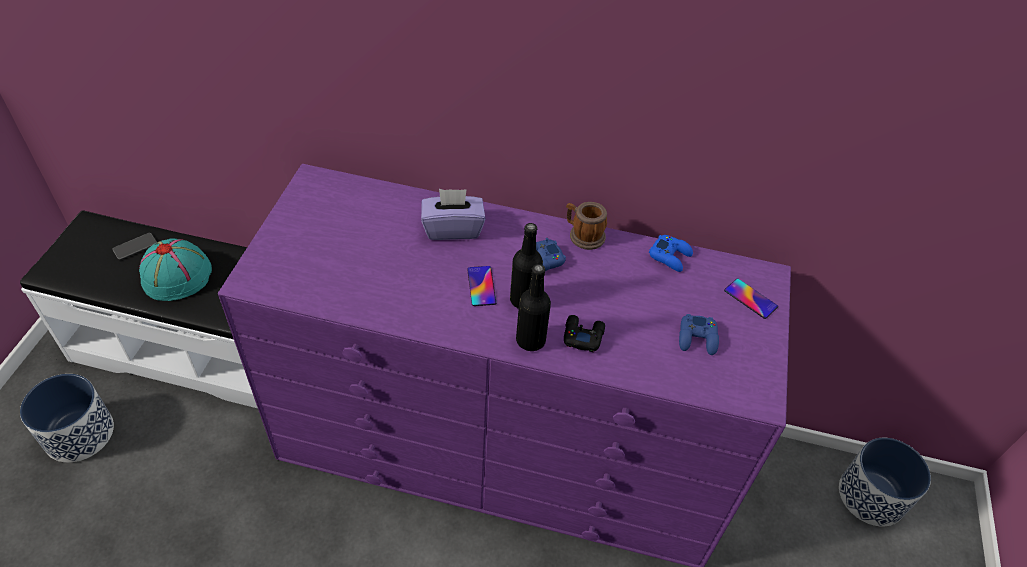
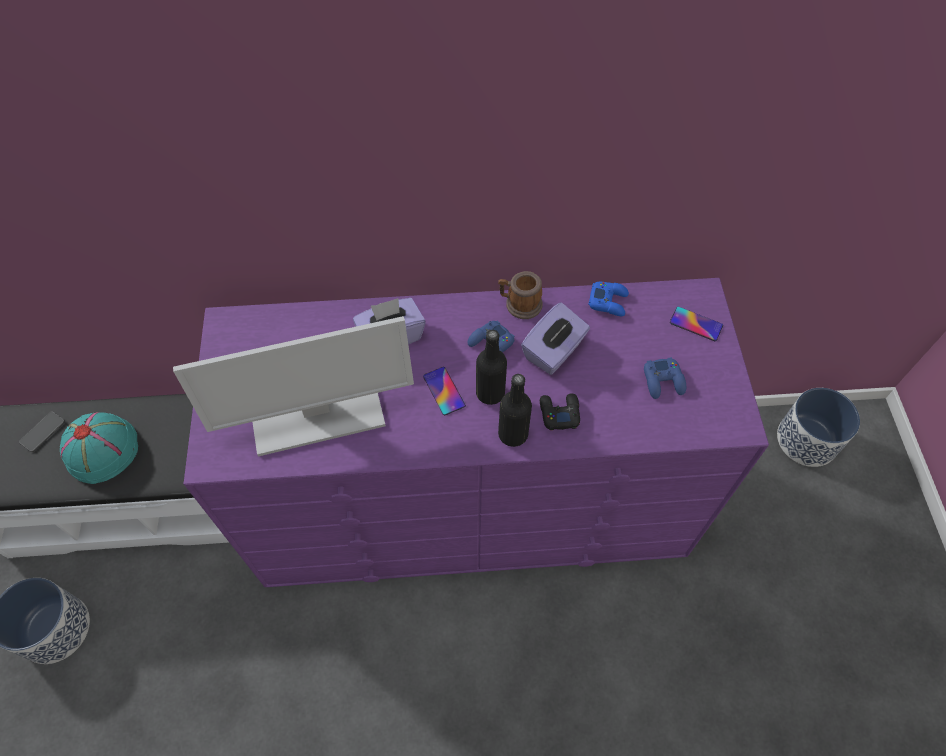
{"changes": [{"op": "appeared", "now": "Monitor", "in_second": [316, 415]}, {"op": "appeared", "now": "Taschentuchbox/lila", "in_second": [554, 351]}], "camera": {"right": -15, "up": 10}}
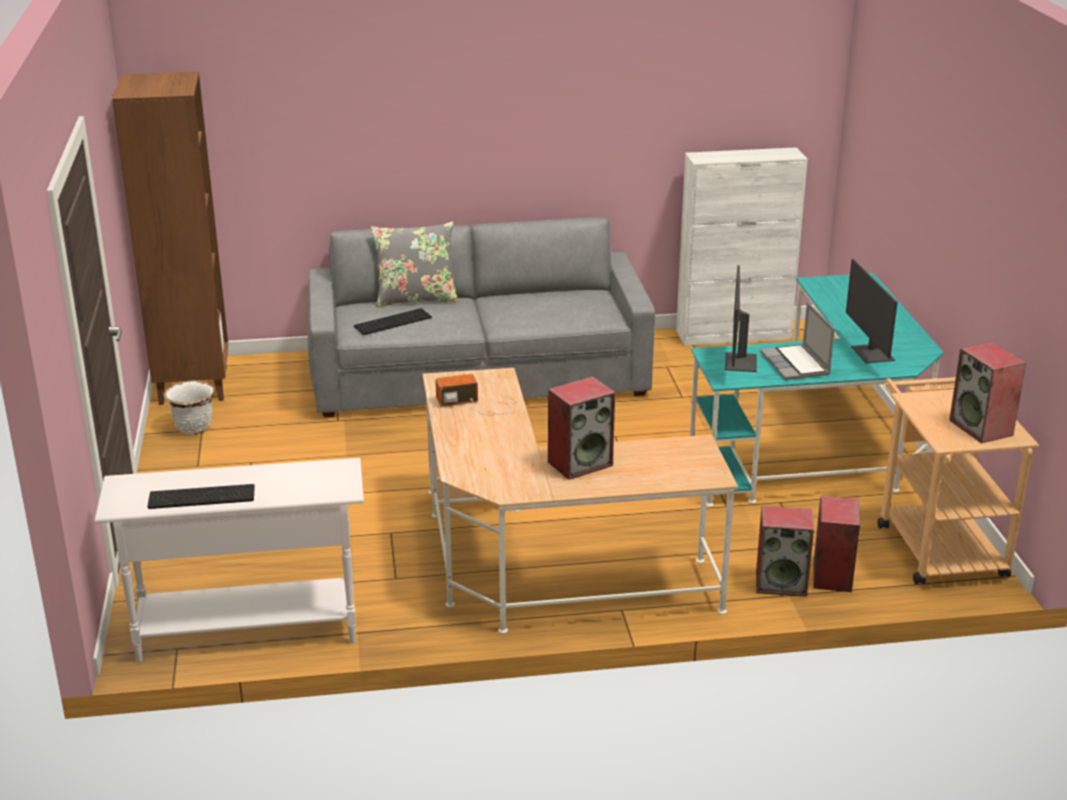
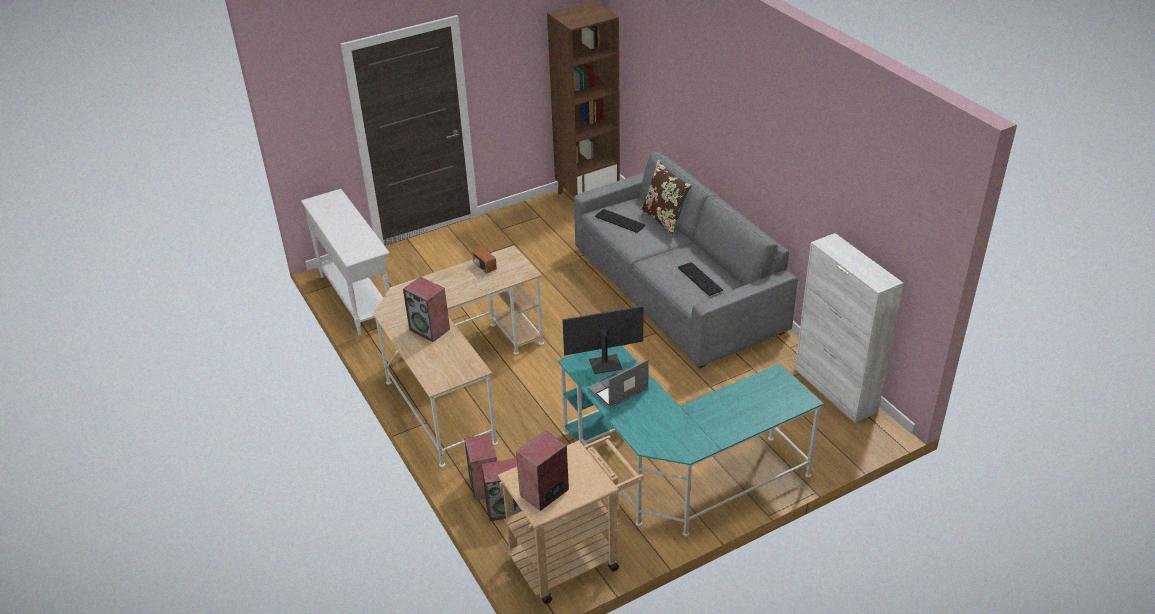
{"changes": [{"op": "missing", "was": "Pflanzkübel/weiß", "in_first": [193, 427]}, {"op": "missing", "was": "Monitor", "in_first": [871, 354]}, {"op": "relocated", "was": "Tastatur", "in_first": [200, 498], "in_second": [698, 279]}, {"op": "colour", "was": "Kissen/grau", "now": "Kissen/braun", "in_first": [416, 299], "in_second": [664, 219]}], "camera": {"right": 70, "up": 10}}
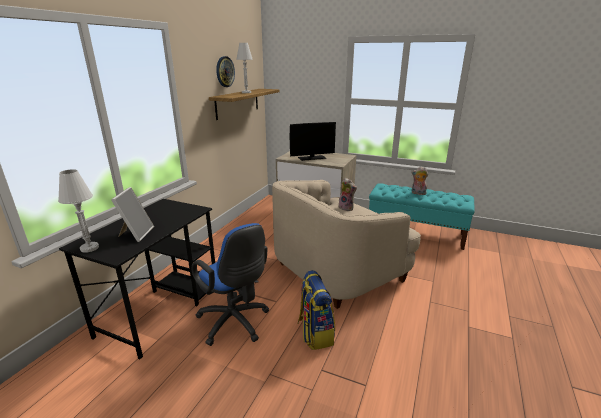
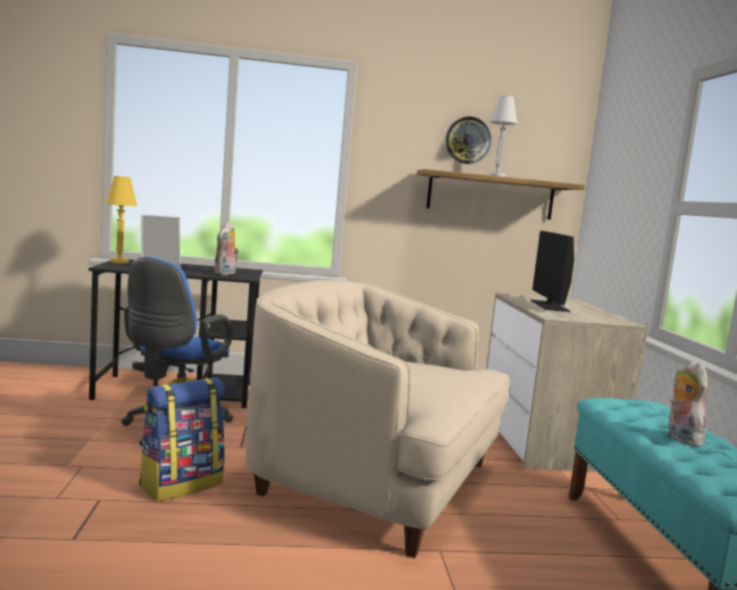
{"changes": [{"op": "relocated", "was": "Plüschtier", "in_first": [347, 208], "in_second": [225, 274]}, {"op": "colour", "was": "Tischlampe/weiß", "now": "Tischlampe/gelb", "in_first": [89, 248], "in_second": [119, 262]}, {"op": "spun", "was": "Monitor", "in_first": [312, 158], "in_second": [549, 306], "clockwise": 45}], "camera": {"right": 60, "up": -15}}
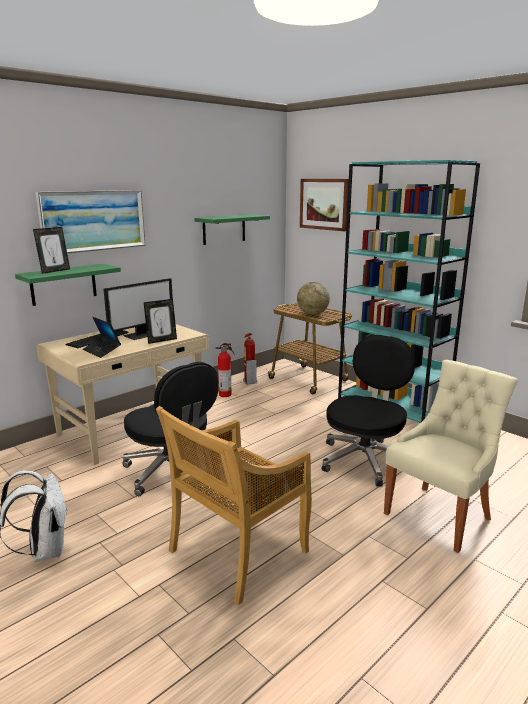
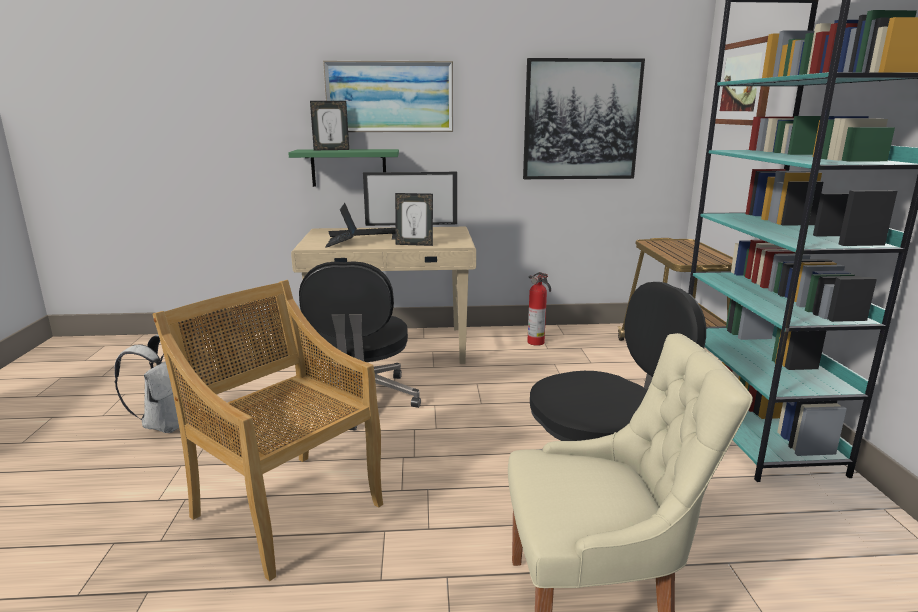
{"changes": [{"op": "missing", "was": "Feuerlöscher", "in_first": [249, 382]}, {"op": "missing", "was": "Globus", "in_first": [312, 314]}, {"op": "exchanged", "was": "Wandregal/grün", "now": "Bild", "in_first": [224, 229], "in_second": [581, 120]}, {"op": "spun", "was": "Stuhl/beige", "in_first": [237, 553], "in_second": [286, 509], "clockwise": 45}], "camera": {"right": 40, "up": 0}}
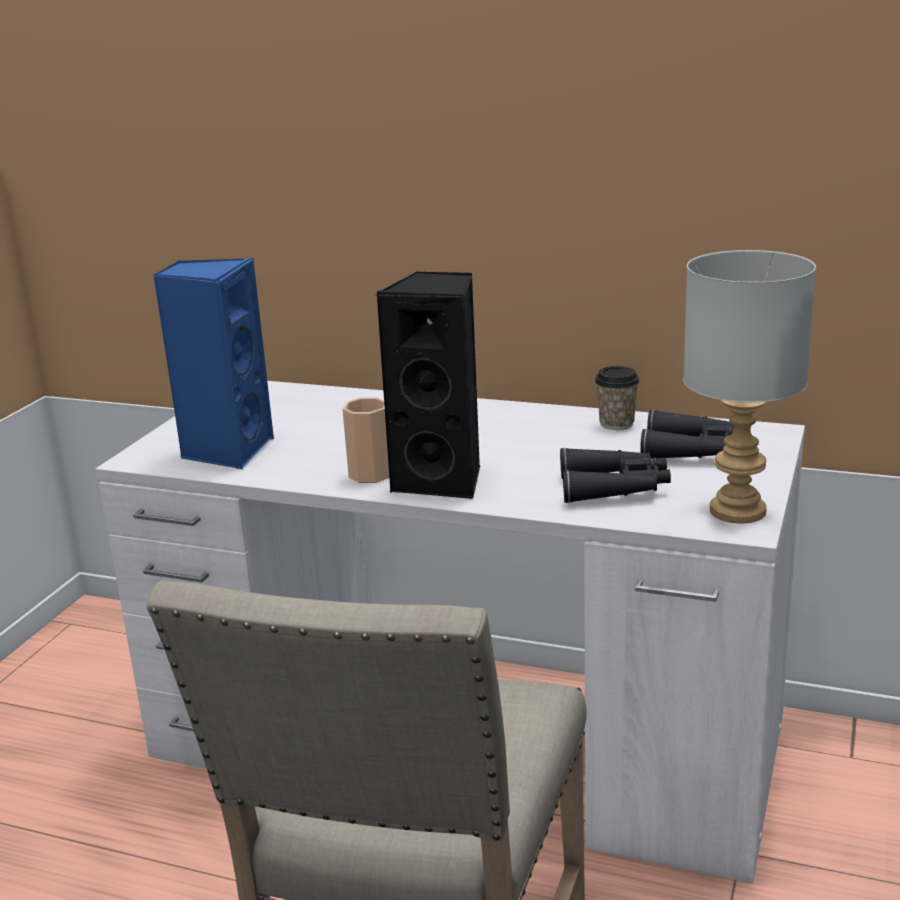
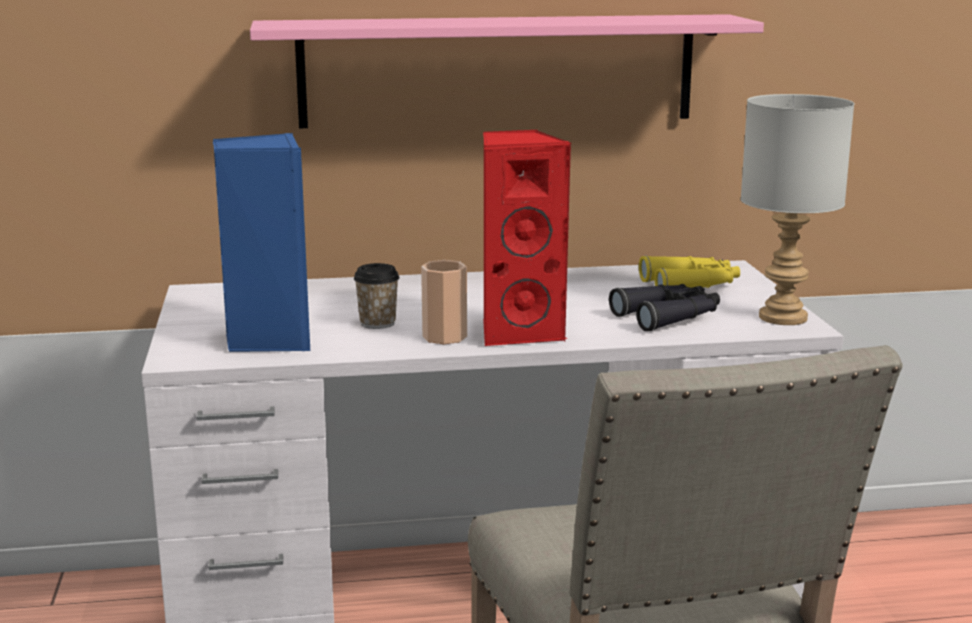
{"changes": [{"op": "appeared", "now": "Wandregal/rosa", "in_second": [498, 70]}, {"op": "relocated", "was": "Tasse", "in_first": [616, 424], "in_second": [377, 323]}, {"op": "colour", "was": "Lautsprecher/schwarz", "now": "Lautsprecher/rot", "in_first": [443, 480], "in_second": [518, 332]}, {"op": "colour", "was": "Fernglas/schwarz", "now": "Fernglas/gelb", "in_first": [694, 451], "in_second": [691, 285]}], "camera": {"right": -30, "up": -5}}
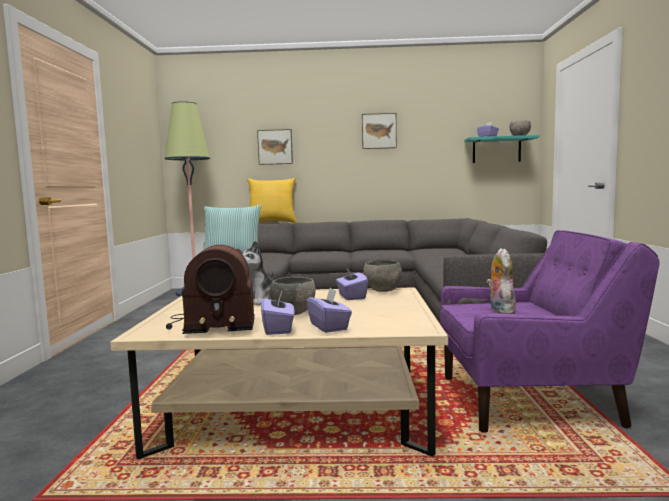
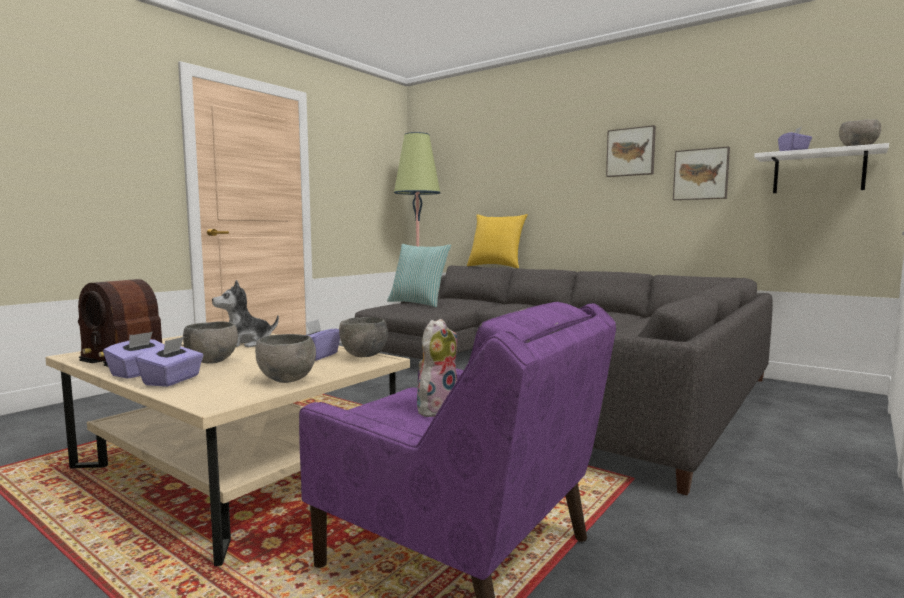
{"changes": [{"op": "appeared", "now": "Schüssel/grau", "in_second": [287, 380]}, {"op": "relocated", "was": "Bild", "in_first": [275, 147], "in_second": [701, 174]}, {"op": "colour", "was": "Wandregal/türkis", "now": "Wandregal/weiß", "in_first": [496, 150], "in_second": [818, 172]}], "camera": {"right": 35, "up": 0}}
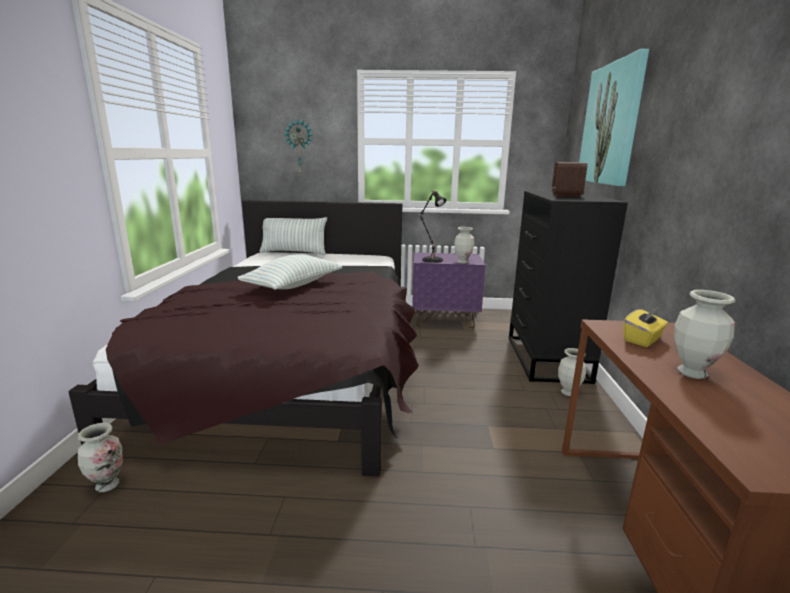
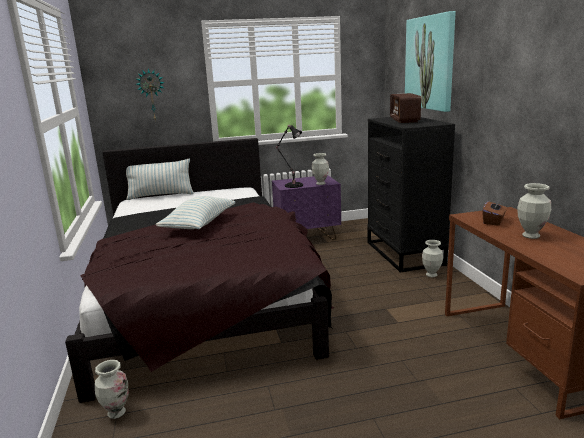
{"changes": [{"op": "colour", "was": "Taschentuchbox/gelb", "now": "Taschentuchbox/braun", "in_first": [642, 340], "in_second": [494, 221]}], "camera": {"right": -15, "up": 0}}
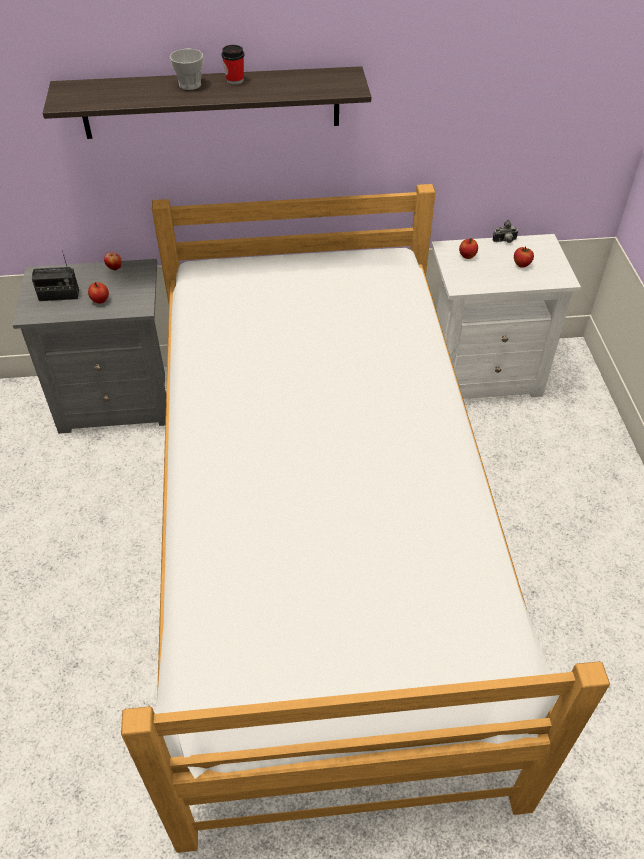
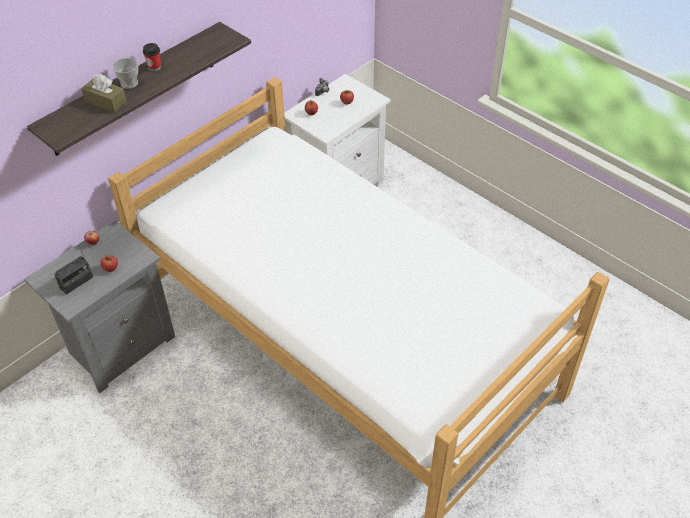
{"changes": [{"op": "appeared", "now": "Taschentuchbox/braun", "in_second": [105, 101]}], "camera": {"right": -40, "up": 0}}
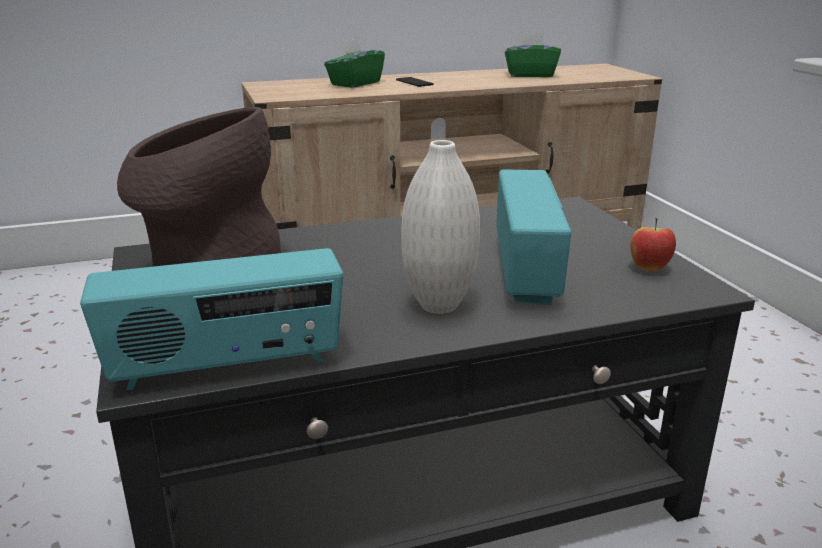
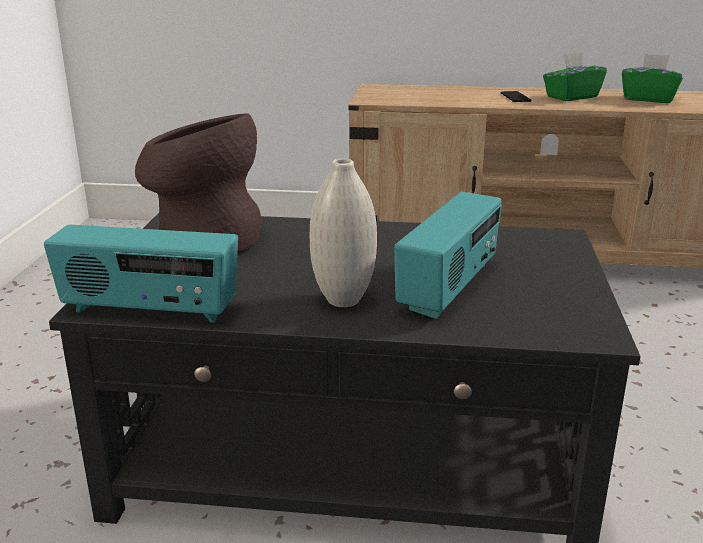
{"changes": [{"op": "missing", "was": "Apfel", "in_first": [649, 269]}, {"op": "relocated", "was": "Taschentuchbox/grün", "in_first": [355, 83], "in_second": [571, 97]}], "camera": {"right": 25, "up": 0}}
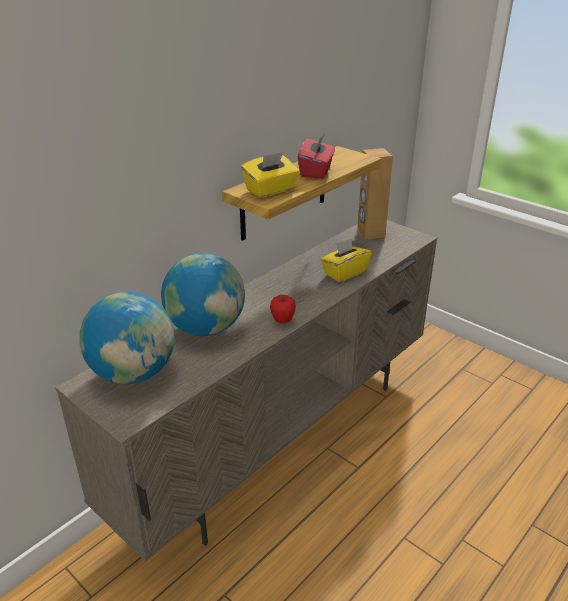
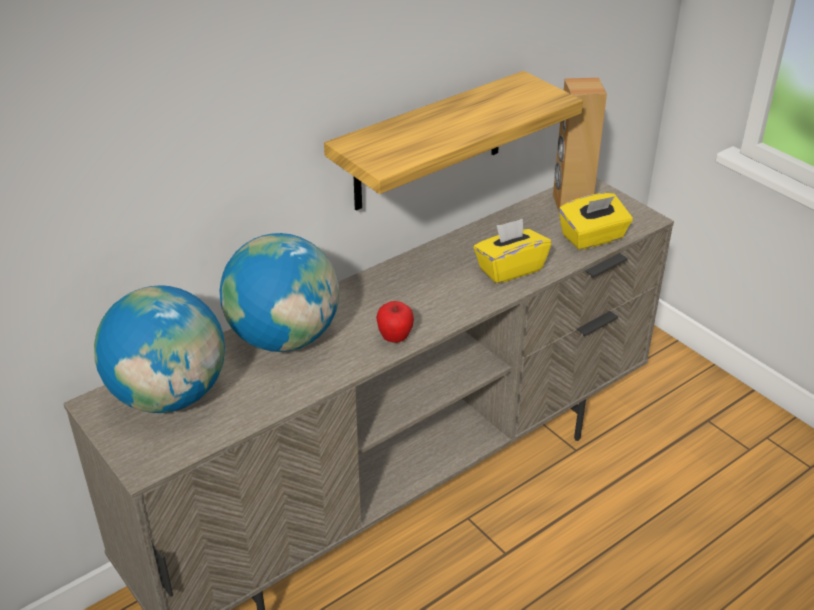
{"changes": [{"op": "missing", "was": "Taschentuchbox/rot", "in_first": [316, 171]}, {"op": "relocated", "was": "Taschentuchbox/gelb", "in_first": [271, 190], "in_second": [593, 238]}], "camera": {"right": 10, "up": 5}}
